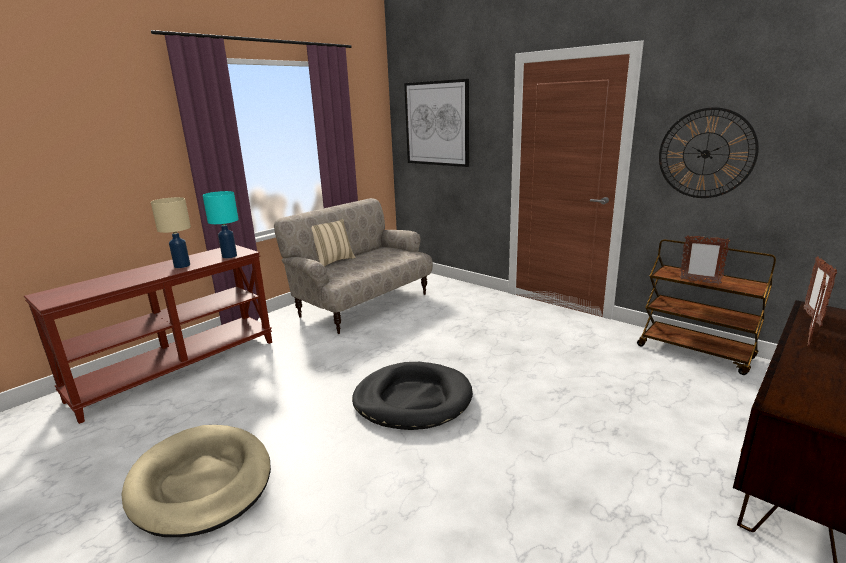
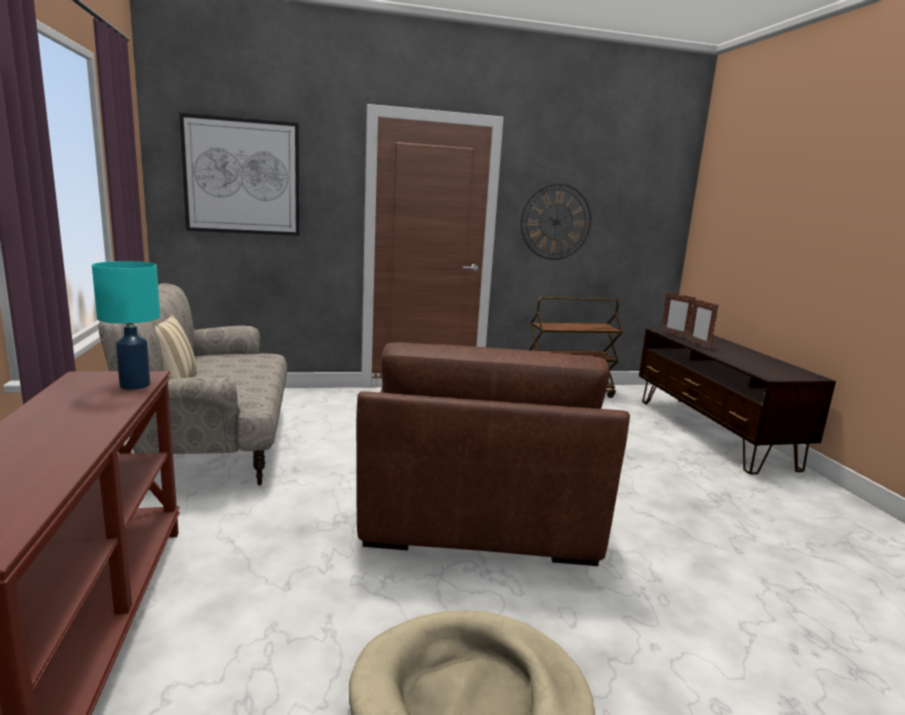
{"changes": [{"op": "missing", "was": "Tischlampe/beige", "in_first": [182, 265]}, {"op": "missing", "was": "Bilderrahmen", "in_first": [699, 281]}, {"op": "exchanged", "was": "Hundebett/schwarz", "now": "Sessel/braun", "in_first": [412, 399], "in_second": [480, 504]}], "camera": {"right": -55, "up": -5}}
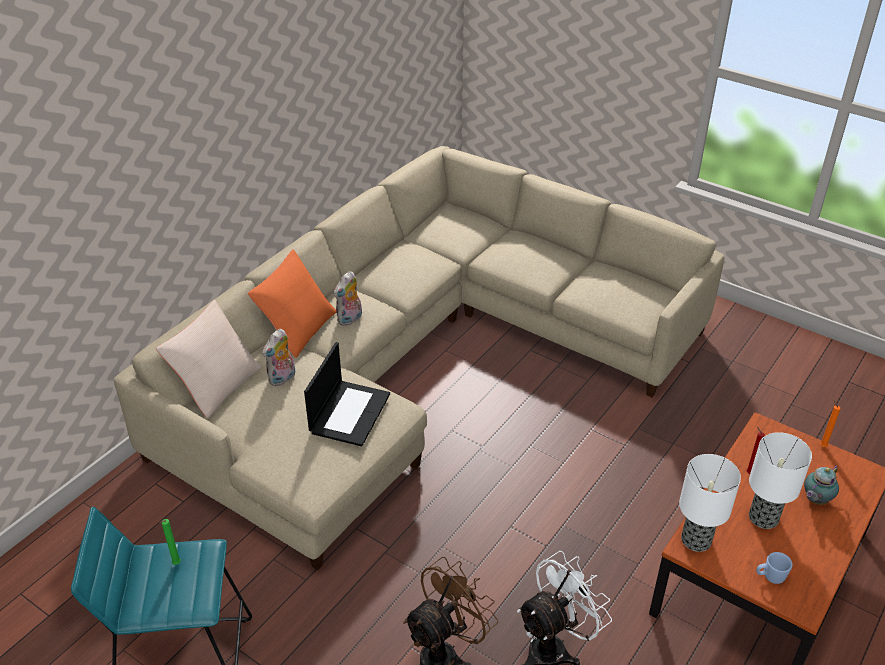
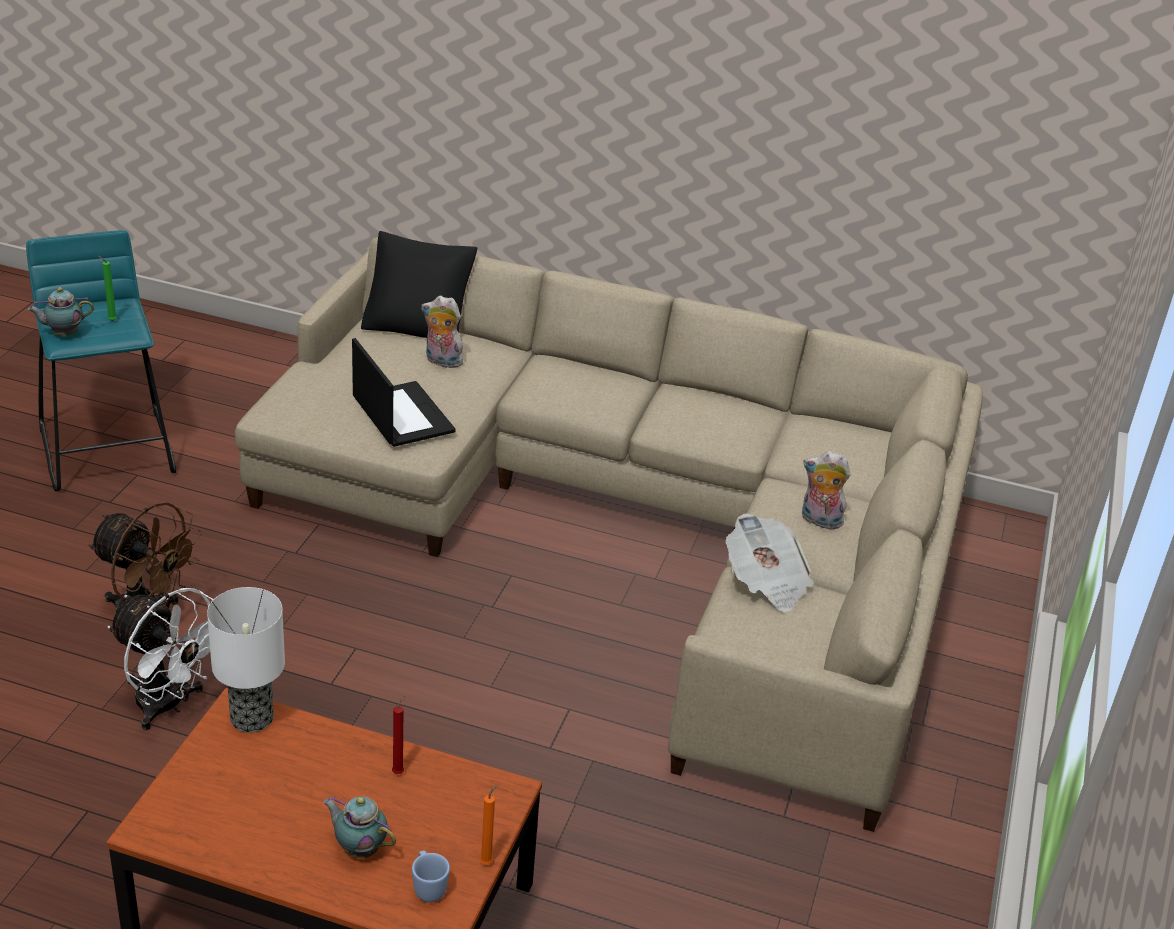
{"changes": [{"op": "missing", "was": "Kissen/orange", "in_first": [297, 328]}, {"op": "missing", "was": "Tischlampe", "in_first": [762, 517]}, {"op": "appeared", "now": "Teekanne", "in_second": [63, 334]}, {"op": "appeared", "now": "Zeitung", "in_second": [766, 582]}, {"op": "relocated", "was": "Plüschtier", "in_first": [350, 319], "in_second": [819, 521]}, {"op": "relocated", "was": "Henkelbecher/blau", "in_first": [770, 577], "in_second": [428, 887]}, {"op": "colour", "was": "Kissen/beige", "now": "Kissen/schwarz", "in_first": [216, 384], "in_second": [418, 324]}, {"op": "spun", "was": "Laptop", "in_first": [349, 412], "in_second": [401, 414], "clockwise": -120}], "camera": {"right": 70, "up": -5}}
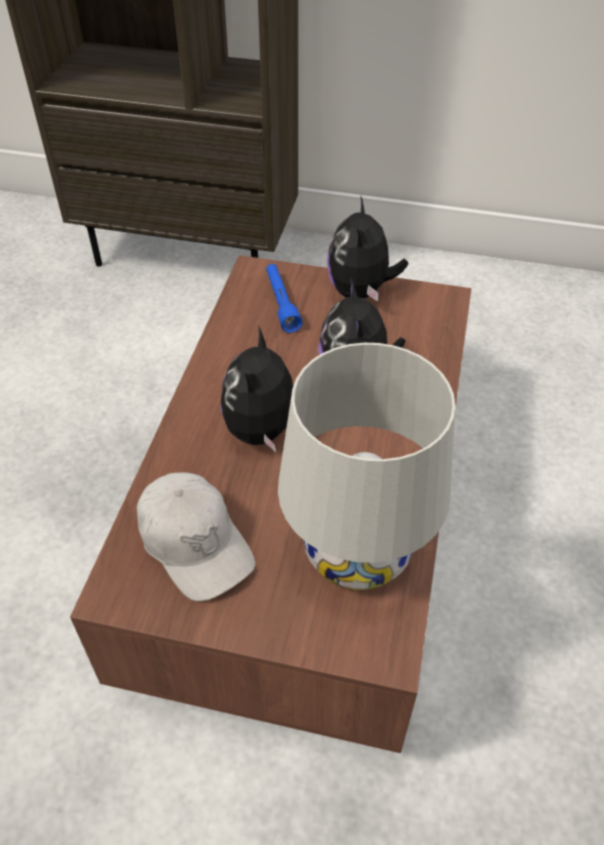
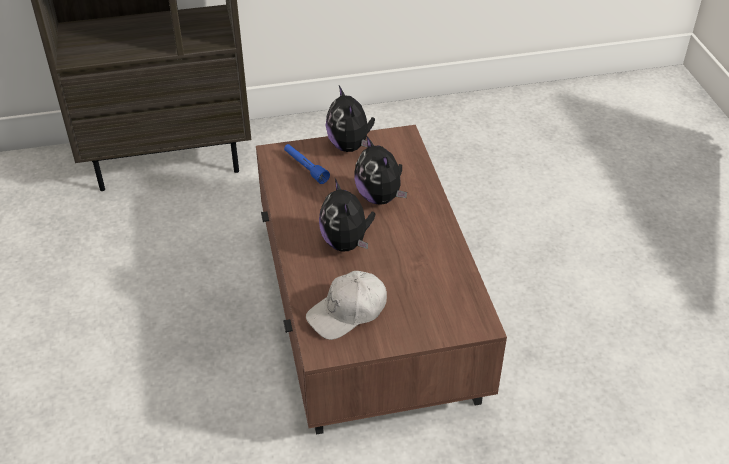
{"changes": [{"op": "missing", "was": "Tischlampe/weiß", "in_first": [356, 555]}, {"op": "spun", "was": "Kappe/weiß", "in_first": [195, 542], "in_second": [348, 312], "clockwise": 120}], "camera": {"right": -25, "up": -5}}
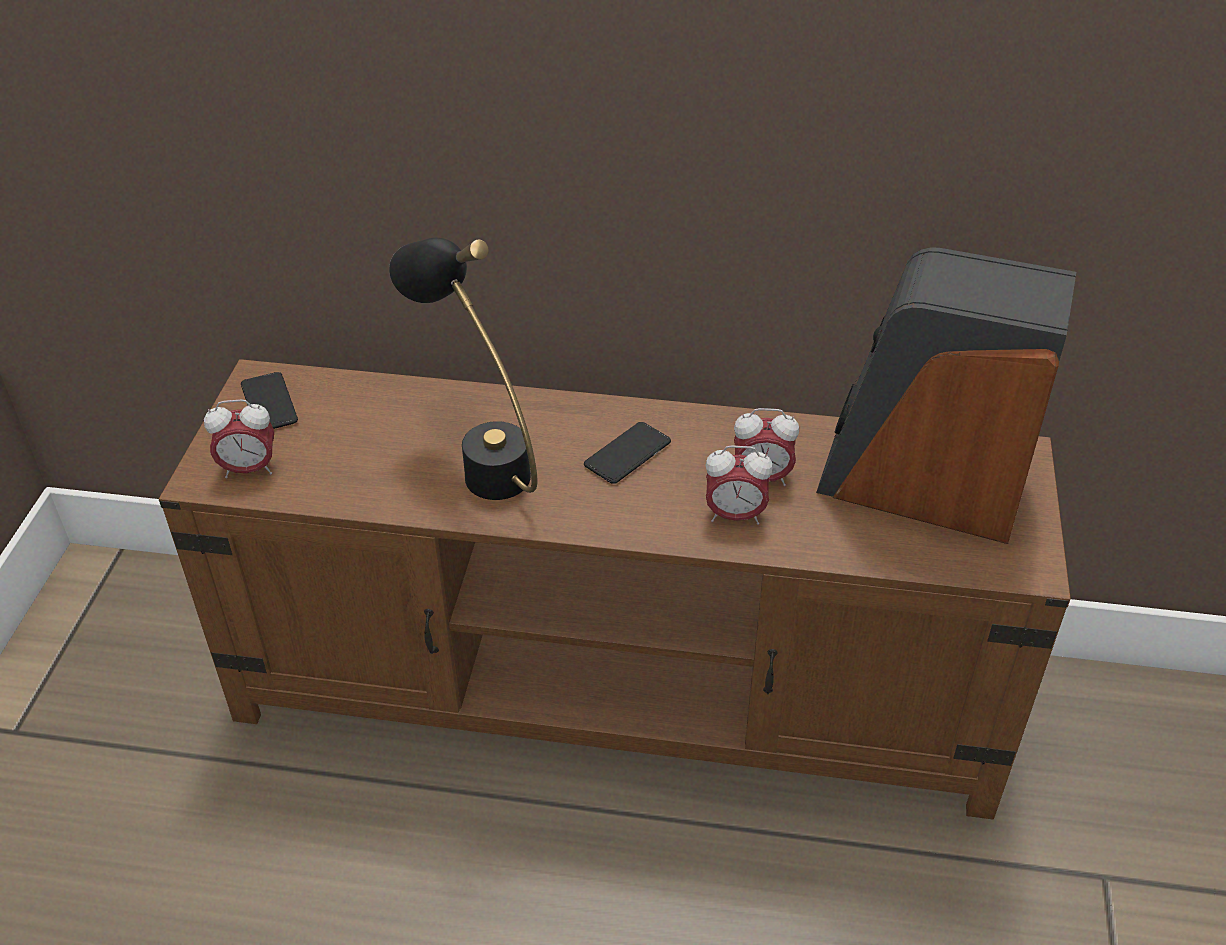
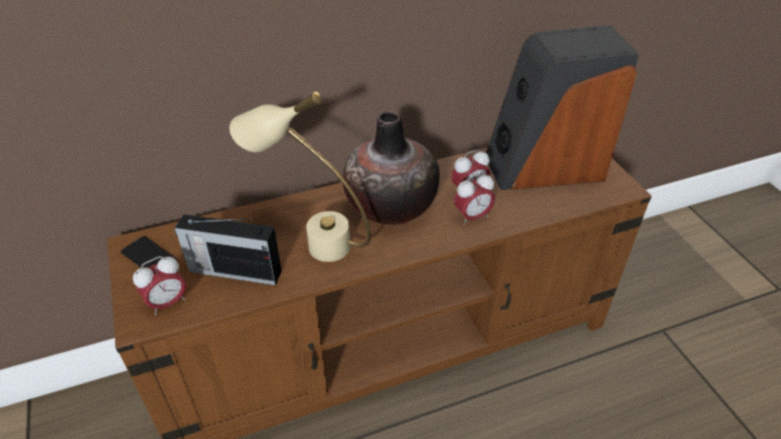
{"changes": [{"op": "appeared", "now": "Radio", "in_second": [233, 271]}, {"op": "exchanged", "was": "Handy", "now": "Vase", "in_first": [627, 454], "in_second": [391, 206]}, {"op": "colour", "was": "Tischlampe/schwarz", "now": "Tischlampe/beige", "in_first": [480, 459], "in_second": [311, 240]}], "camera": {"right": -30, "up": 0}}
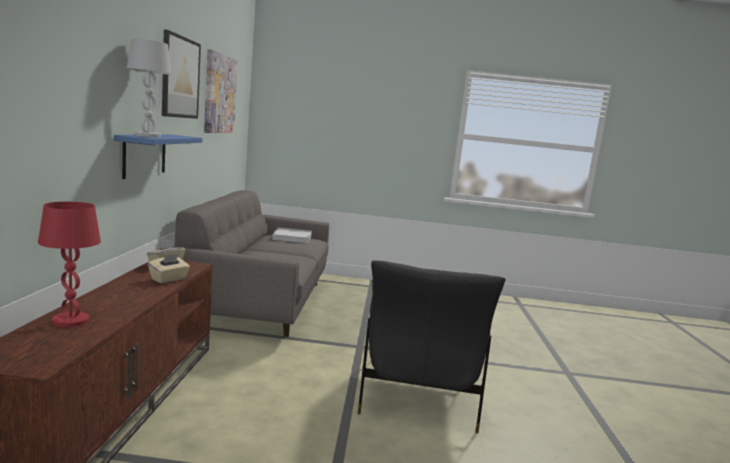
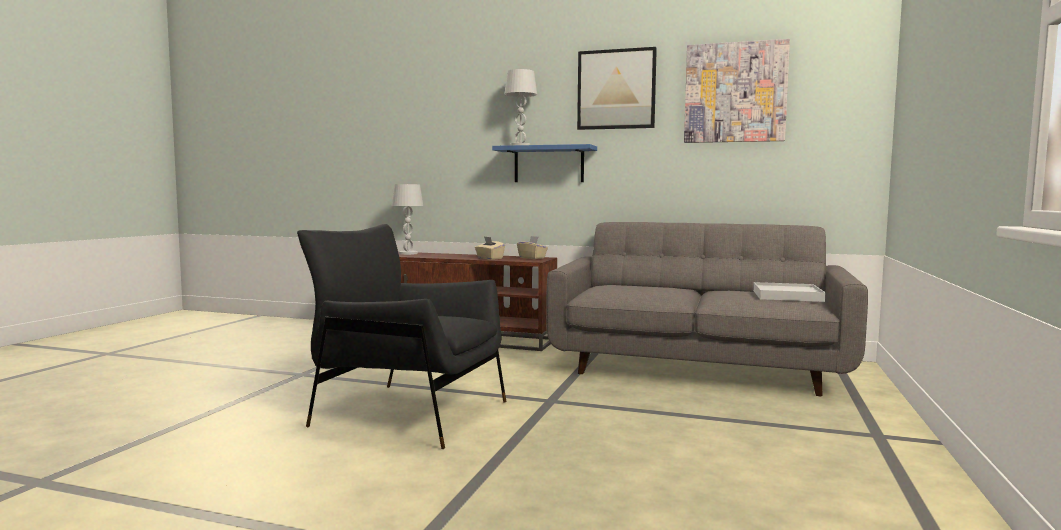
{"changes": [{"op": "colour", "was": "Tischlampe/rot", "now": "Tischlampe/weiß", "in_first": [71, 321], "in_second": [408, 253]}], "camera": {"right": 105, "up": -5}}
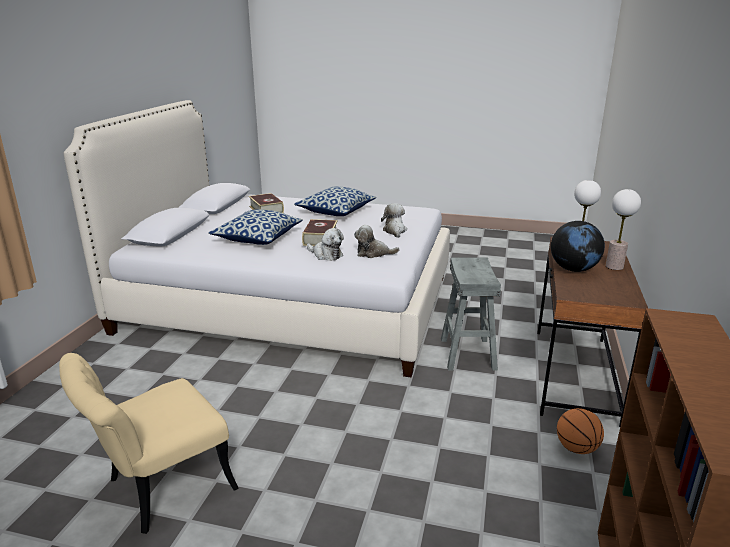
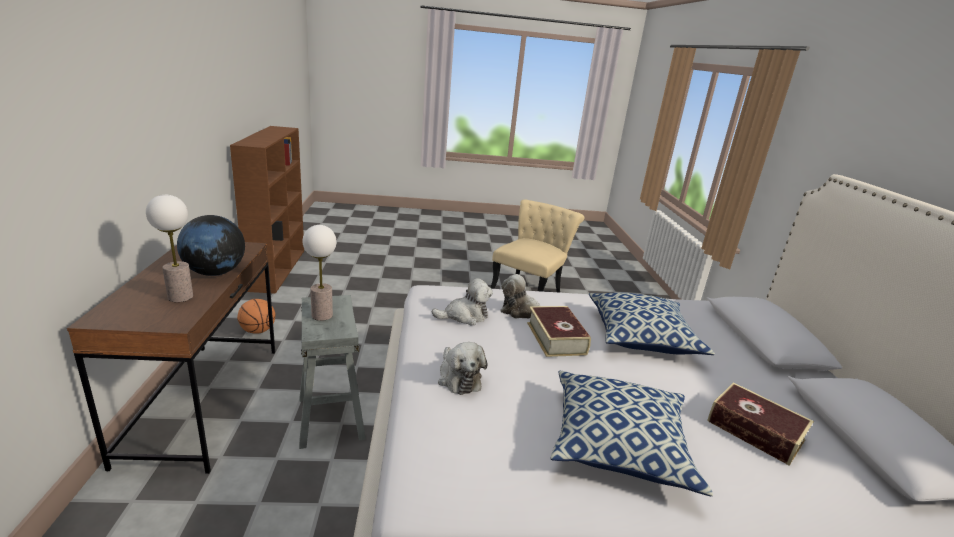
{"changes": [{"op": "relocated", "was": "Tischlampe", "in_first": [614, 266], "in_second": [321, 315]}], "camera": {"right": 160, "up": 0}}
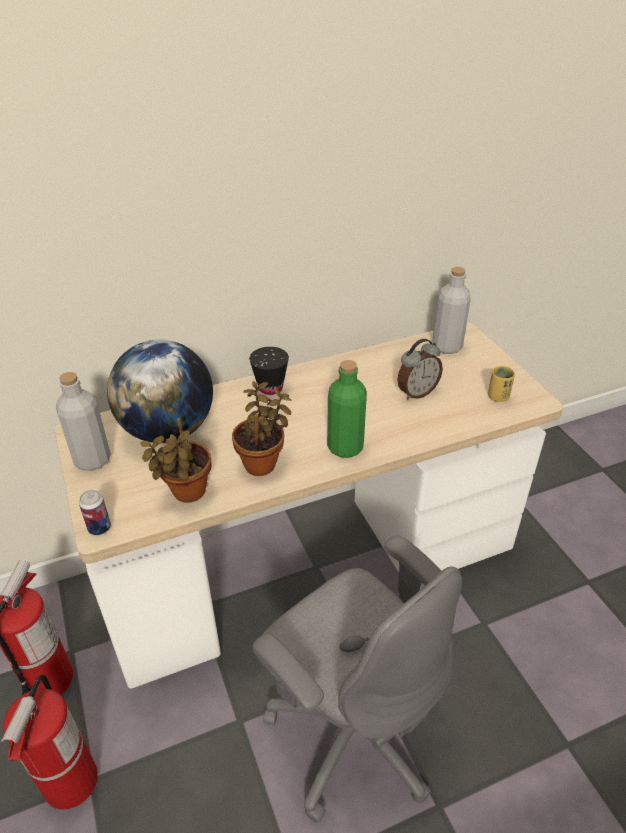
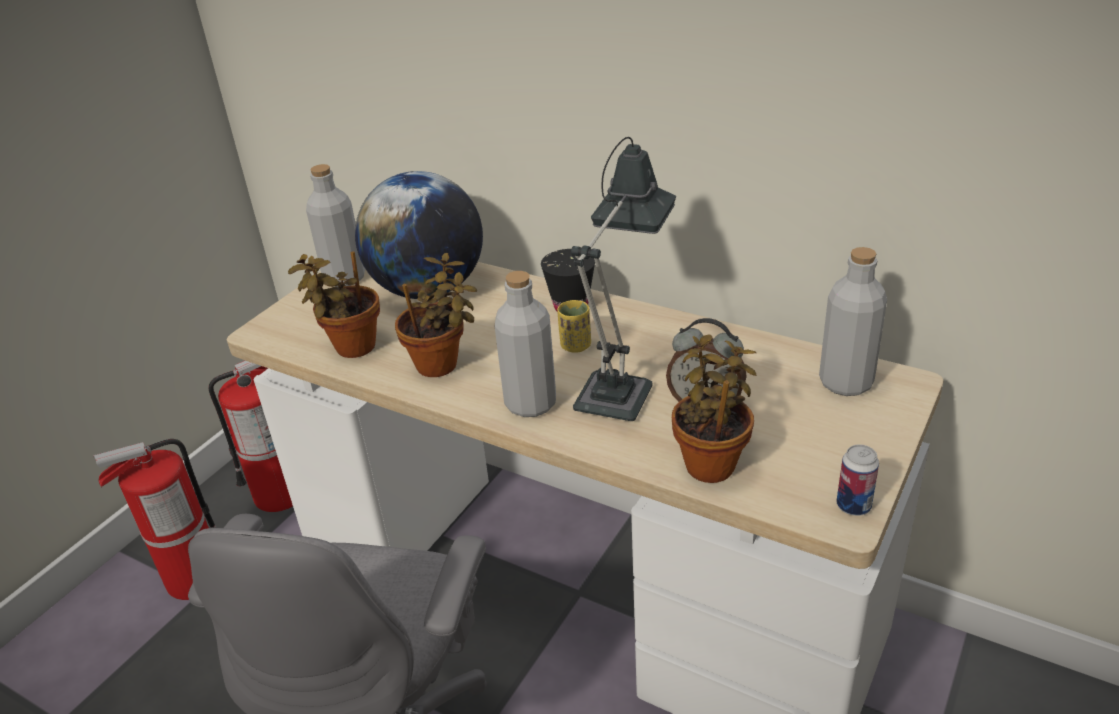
{"changes": [{"op": "appeared", "now": "Tischlampe", "in_second": [619, 388]}, {"op": "appeared", "now": "Topfpflanze", "in_second": [712, 462]}, {"op": "relocated", "was": "Dose", "in_first": [99, 528], "in_second": [853, 506]}, {"op": "relocated", "was": "Tasse/gelb", "in_first": [498, 397], "in_second": [575, 346]}, {"op": "colour", "was": "Flasche/grün", "now": "Flasche/grau", "in_first": [345, 447], "in_second": [530, 403]}], "camera": {"right": 55, "up": -5}}
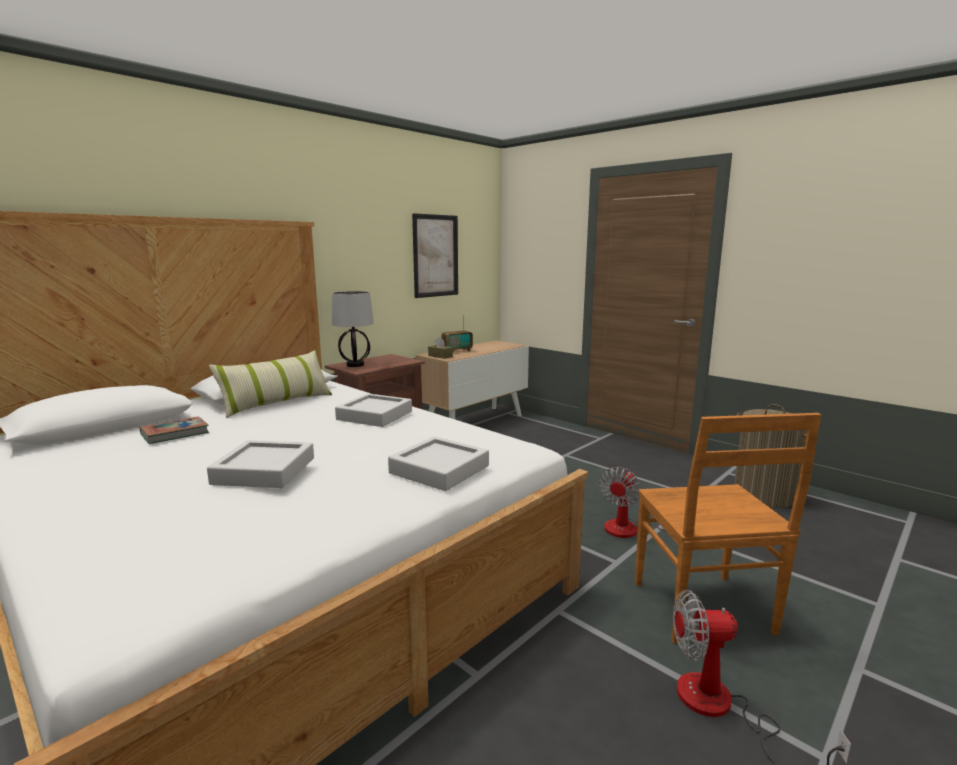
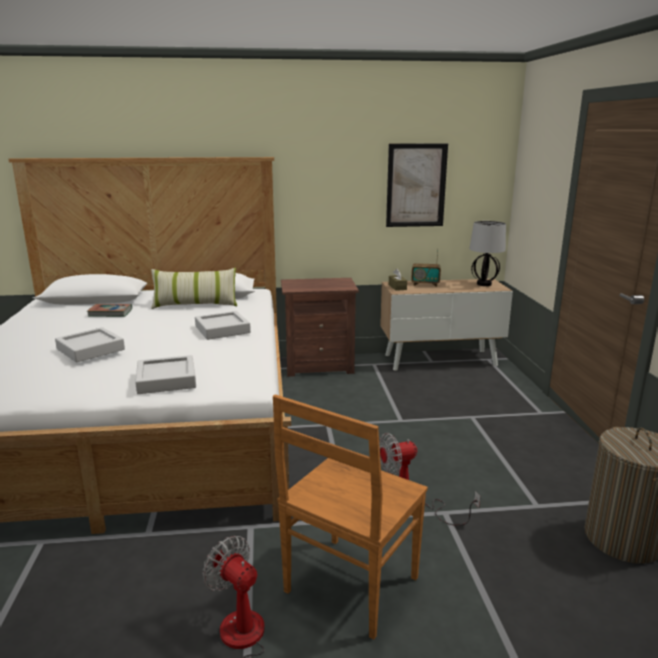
{"changes": [{"op": "relocated", "was": "Tischlampe", "in_first": [355, 365], "in_second": [483, 284]}], "camera": {"right": 40, "up": 5}}
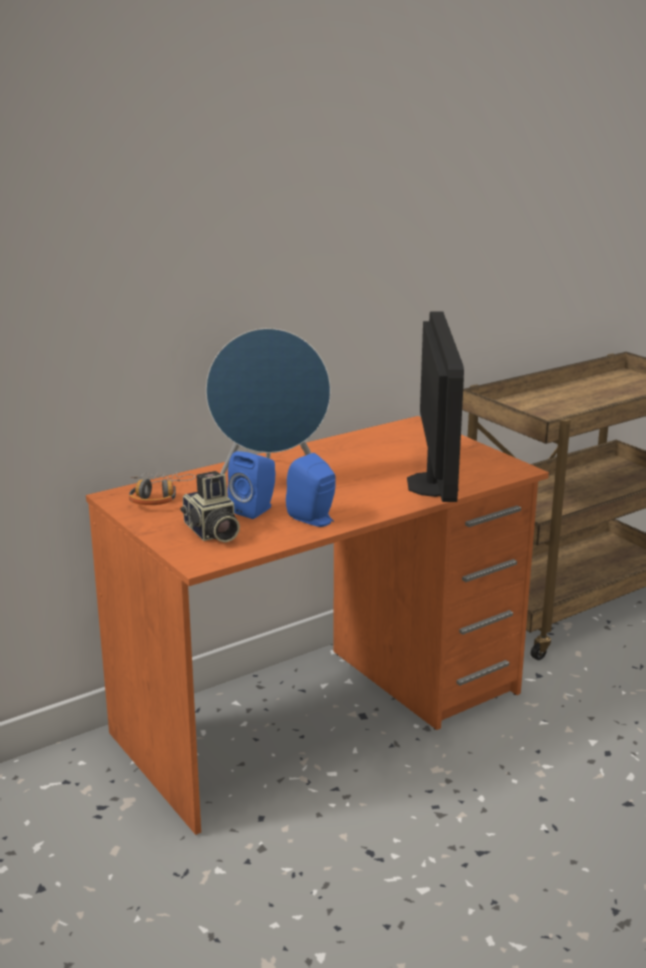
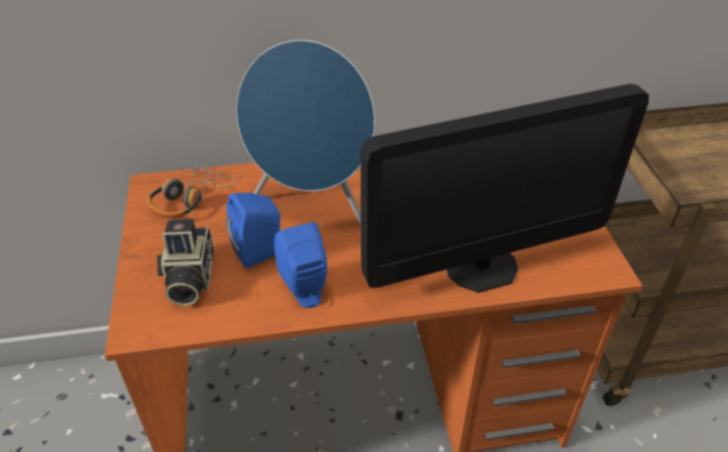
{"changes": [{"op": "spun", "was": "Monitor", "in_first": [432, 484], "in_second": [481, 267], "clockwise": 45}], "camera": {"right": 25, "up": 20}}
